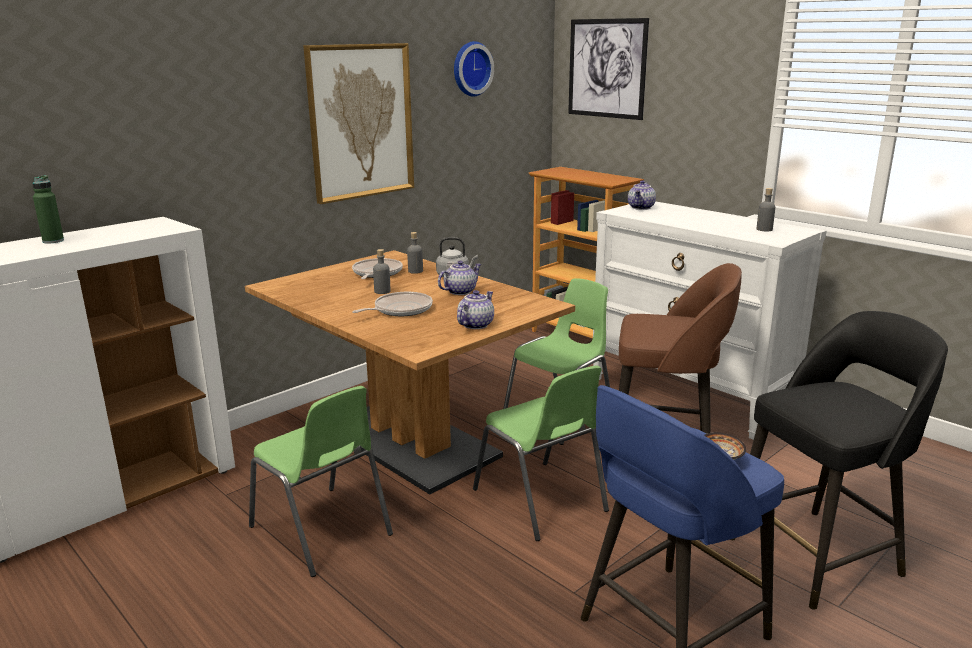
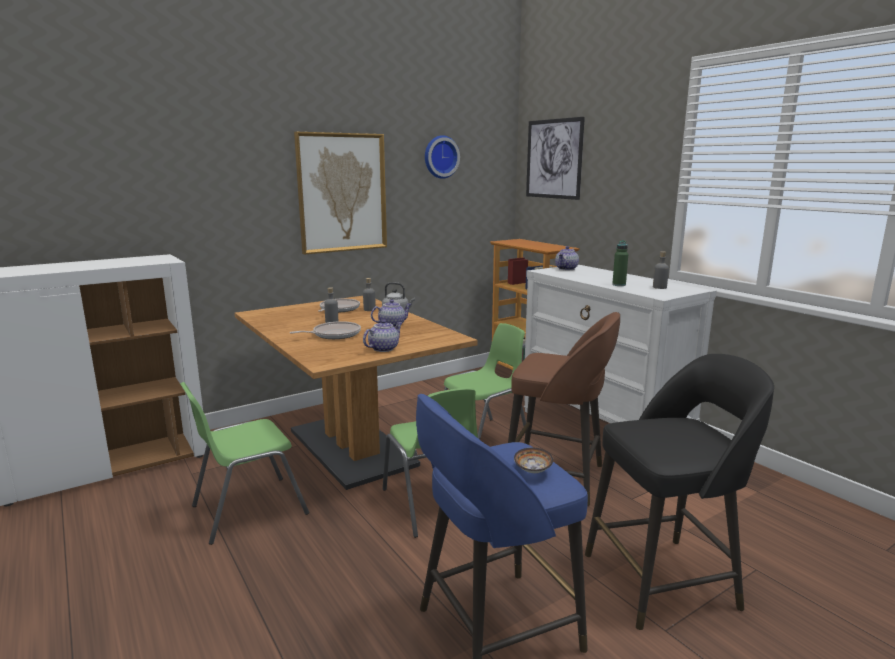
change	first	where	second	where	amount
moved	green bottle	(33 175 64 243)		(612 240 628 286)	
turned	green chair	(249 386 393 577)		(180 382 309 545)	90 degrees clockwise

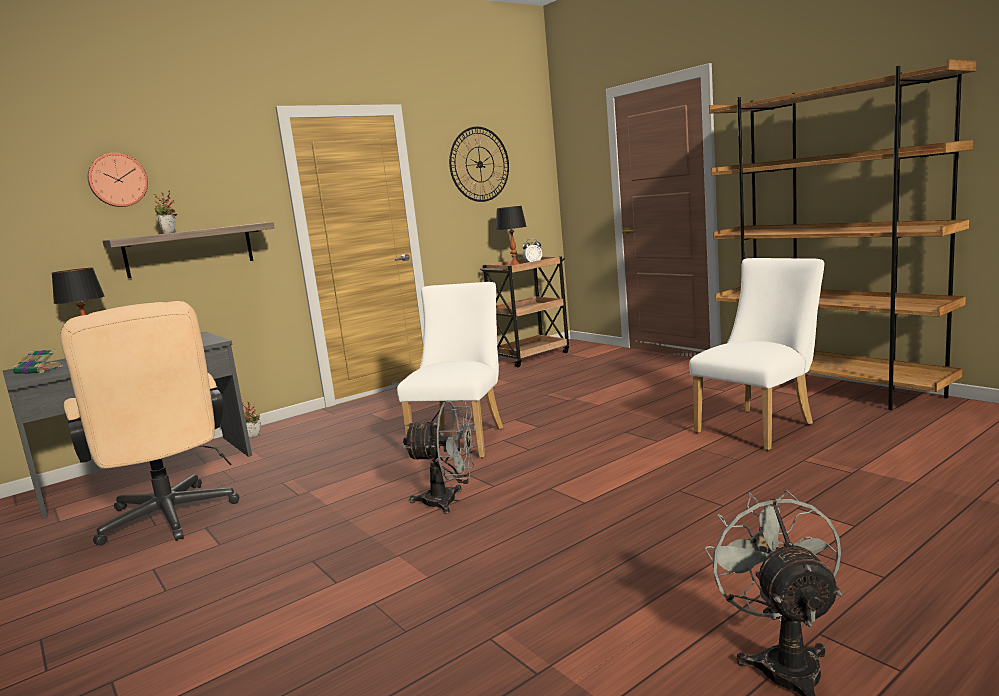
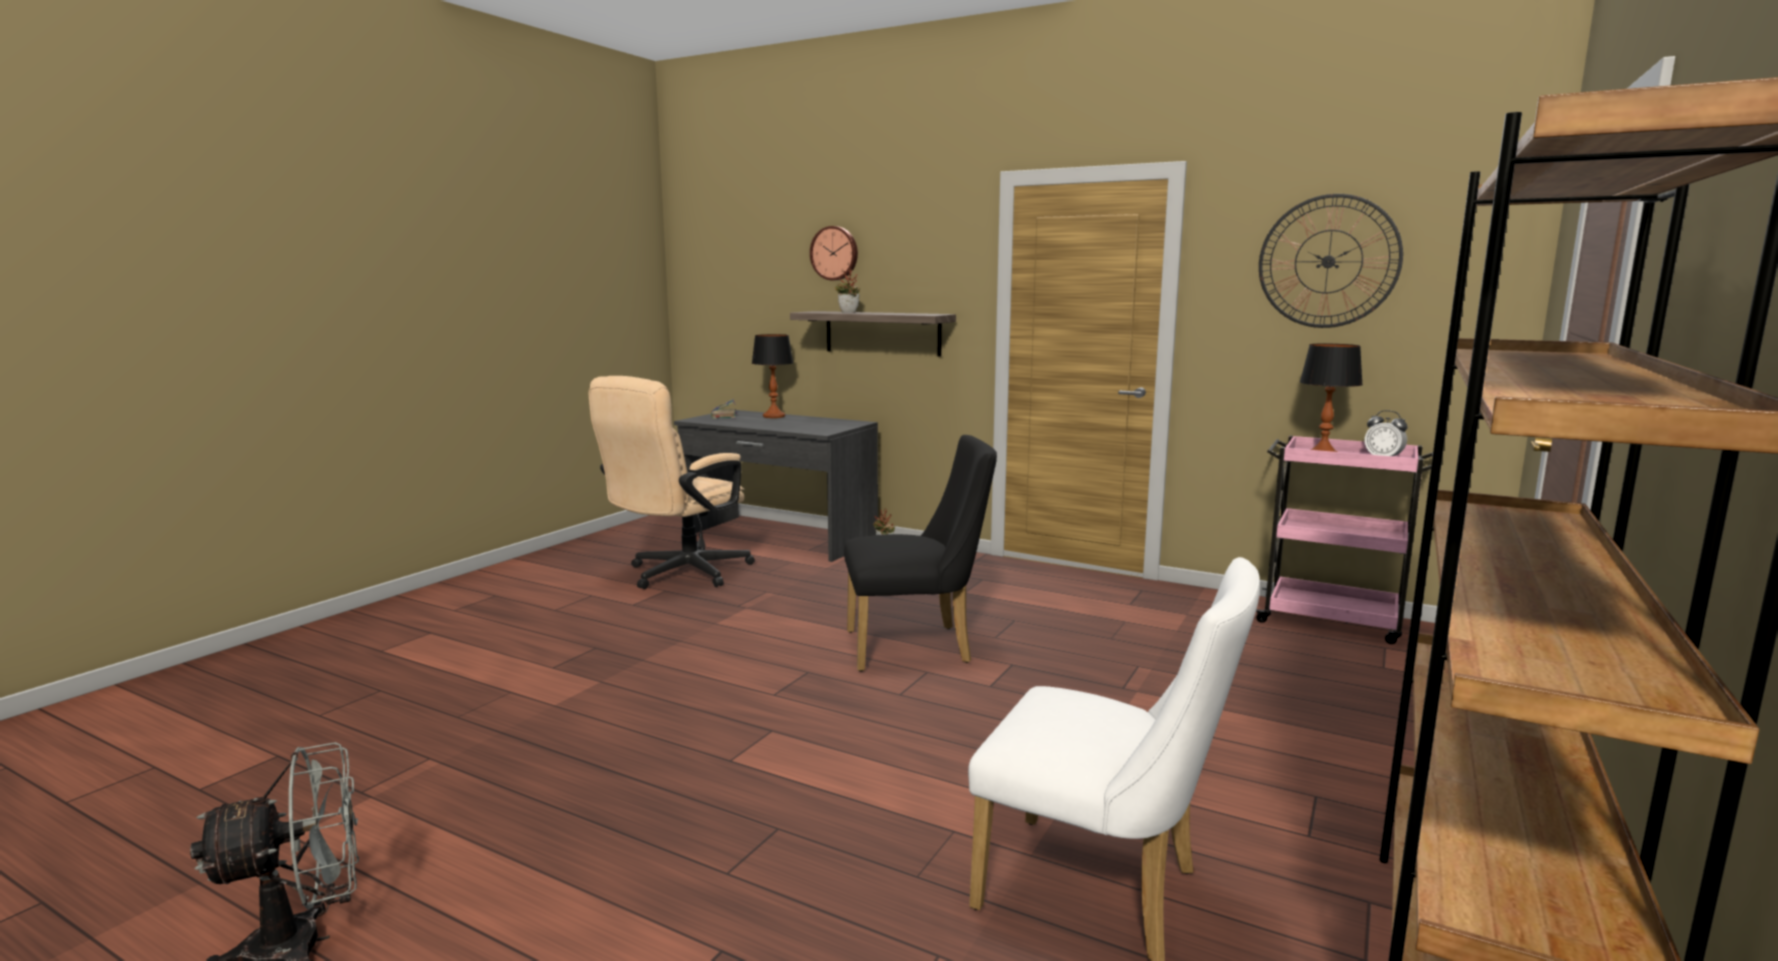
change	first	where	second	where	amount
removed	grey fan	(403 400 476 514)			
recoloured	white chair	(397 282 503 458)	black chair	(844 435 997 672)	
recoloured	brown cart	(480 256 569 367)	pink cart	(1256 435 1433 644)	

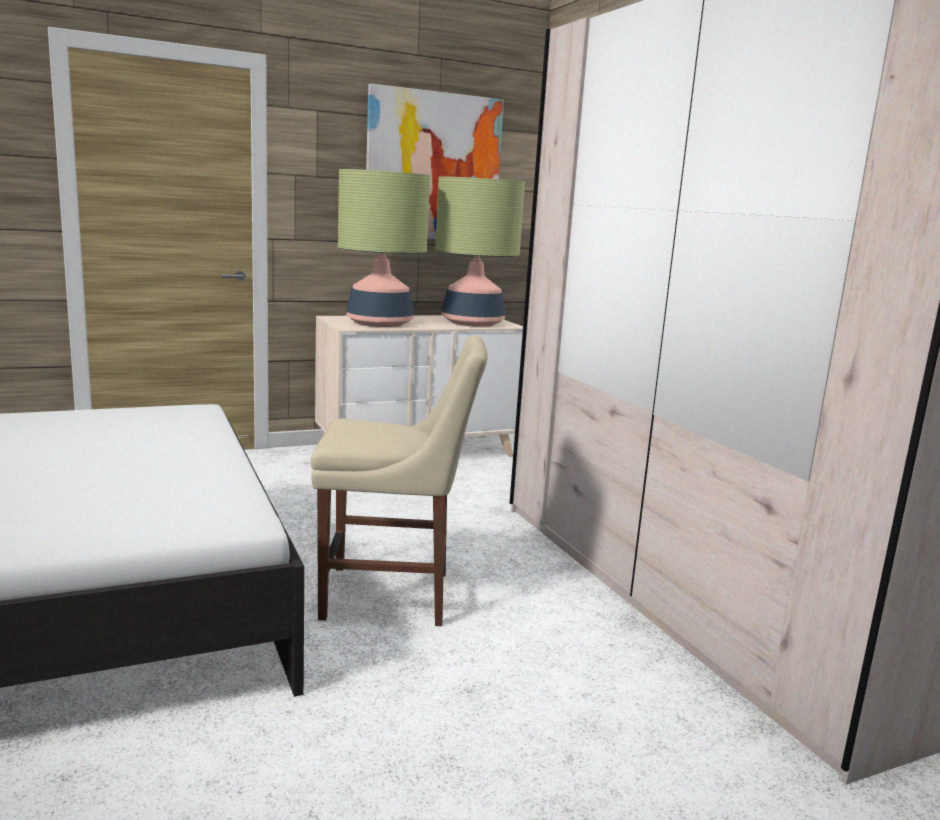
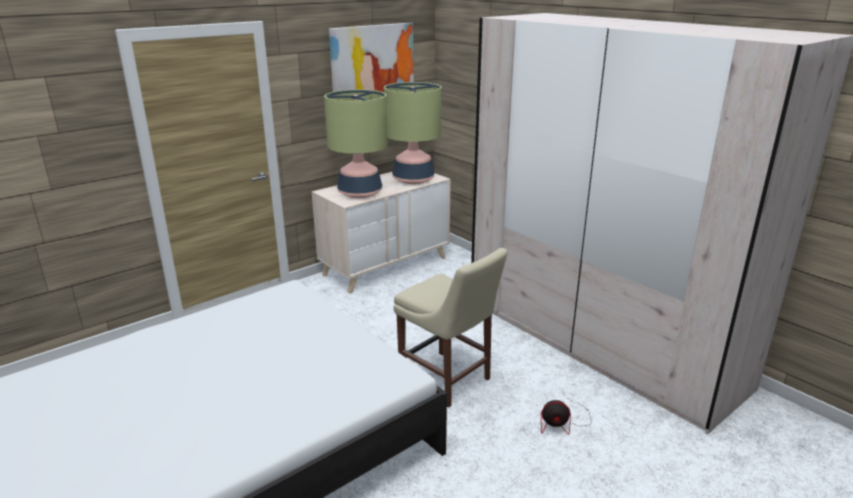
change	first	where	second	where	amount
added			fan	(541 389 591 435)	
turned	beige chair	(311 336 487 626)		(394 248 508 408)	60 degrees clockwise

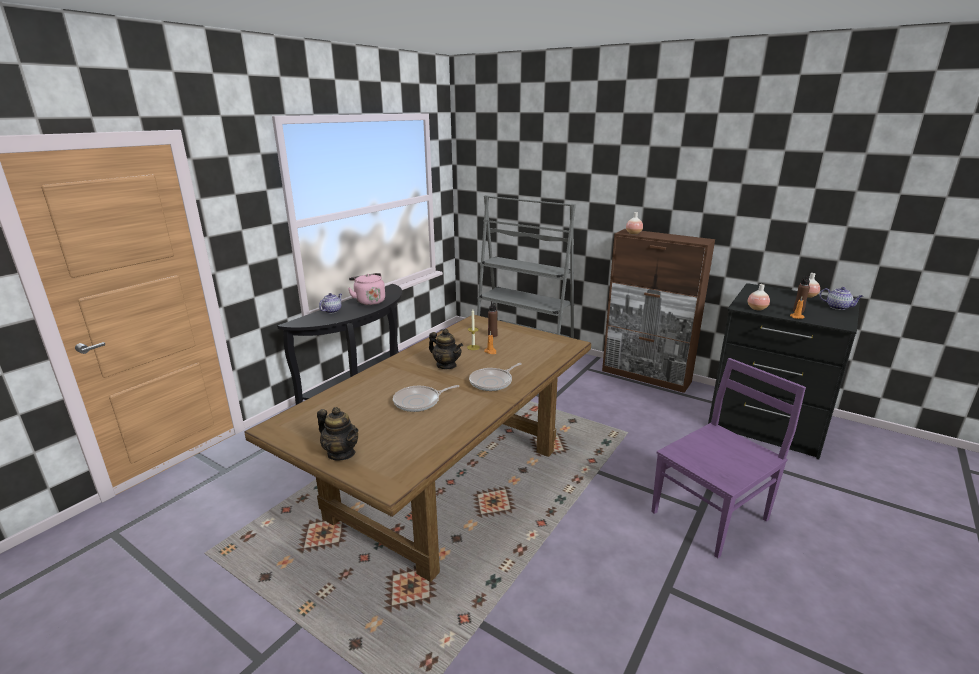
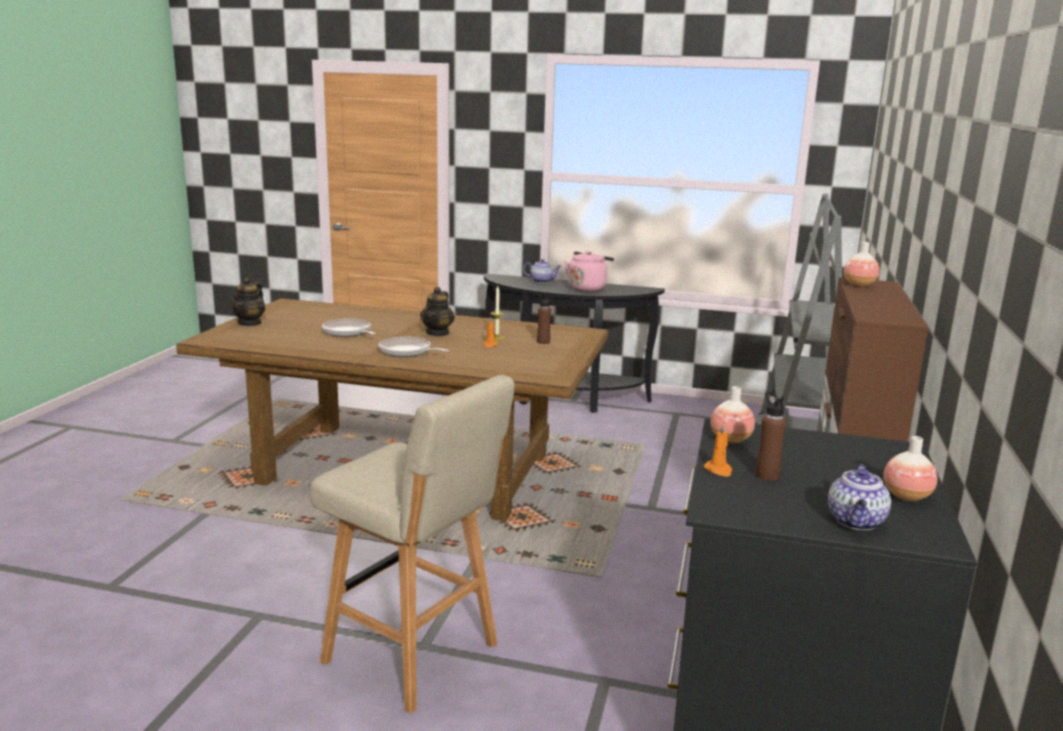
change	first	where	second	where	amount
replaced	purple chair	(651 358 806 558)	beige stool	(310 375 514 714)	

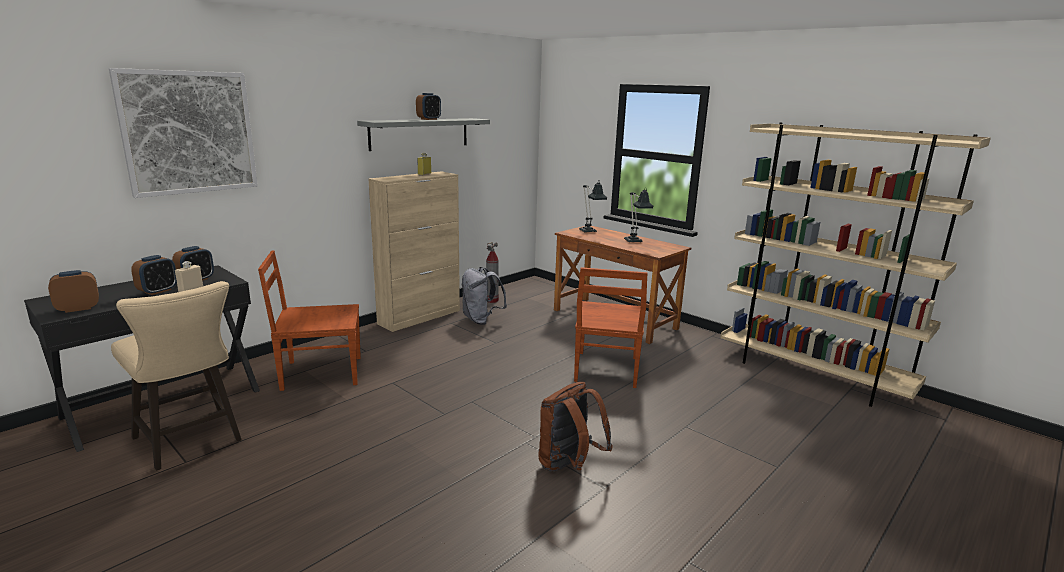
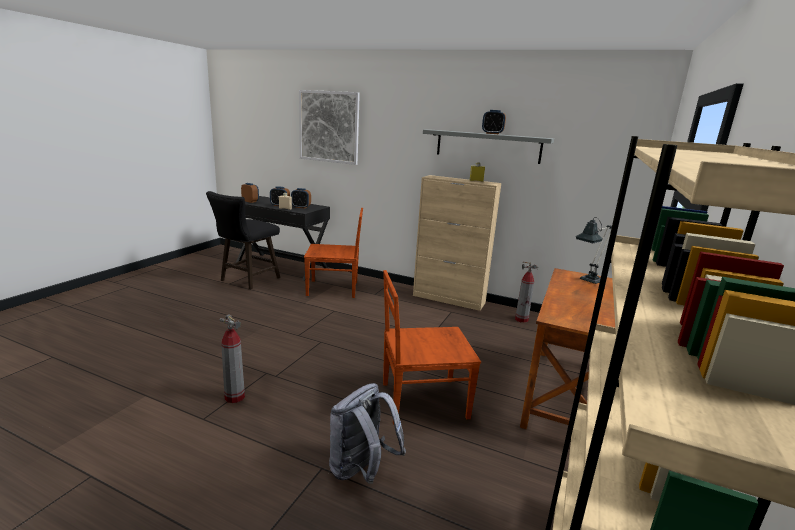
change	first	where	second	where	amount
removed	table lamp	(624 187 654 242)			
moved	grey backpack	(462 267 507 325)		(329 383 406 484)	
replaced	brown backpack	(538 382 613 471)	fire extinguisher	(220 314 245 403)	
recoloured	beige stool	(111 281 242 470)	black stool	(206 191 280 289)	
turned	brown chair	(258 250 361 391)		(304 208 363 298)	120 degrees clockwise

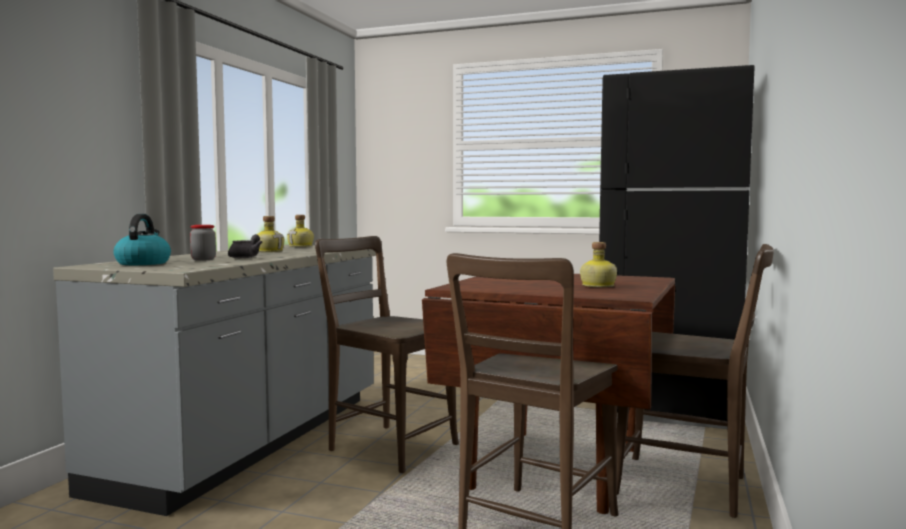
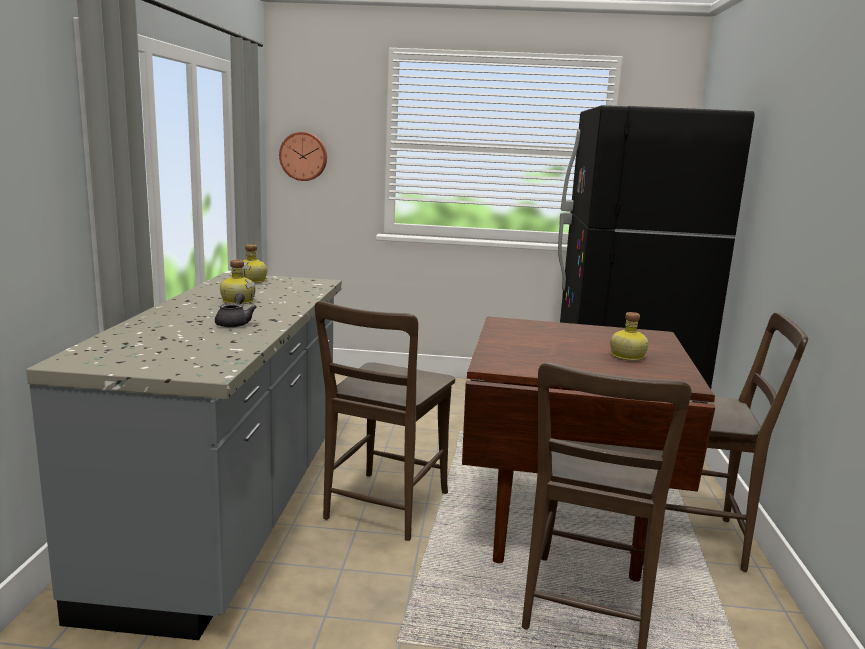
change	first	where	second	where	amount
removed	kettle	(113 214 171 265)			
removed	jar	(190 225 216 261)			
added			wall clock	(279 132 327 181)	
turned	brown chair	(315 236 459 473)		(315 301 455 541)	90 degrees counterclockwise

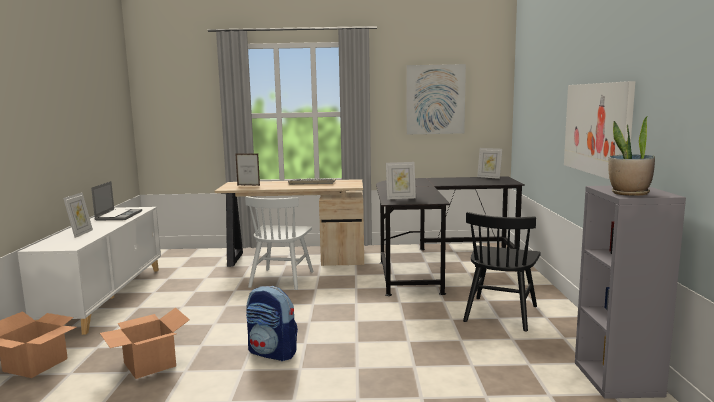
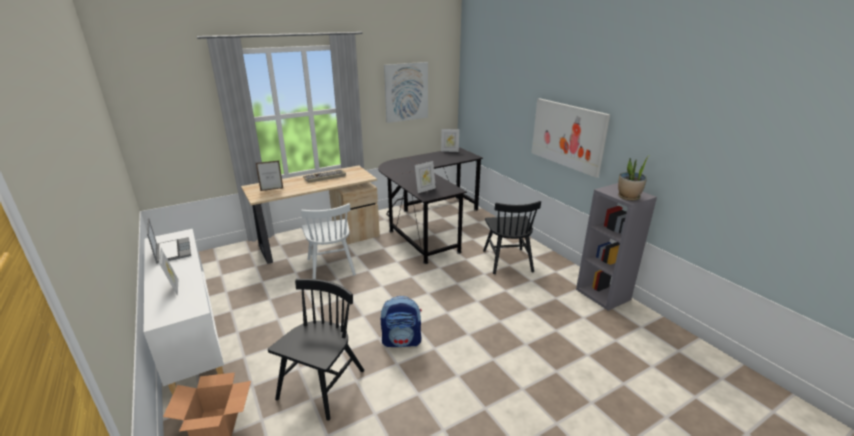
change	first	where	second	where	amount
replaced	cardboard box	(100 307 190 379)	black chair	(268 279 364 421)	

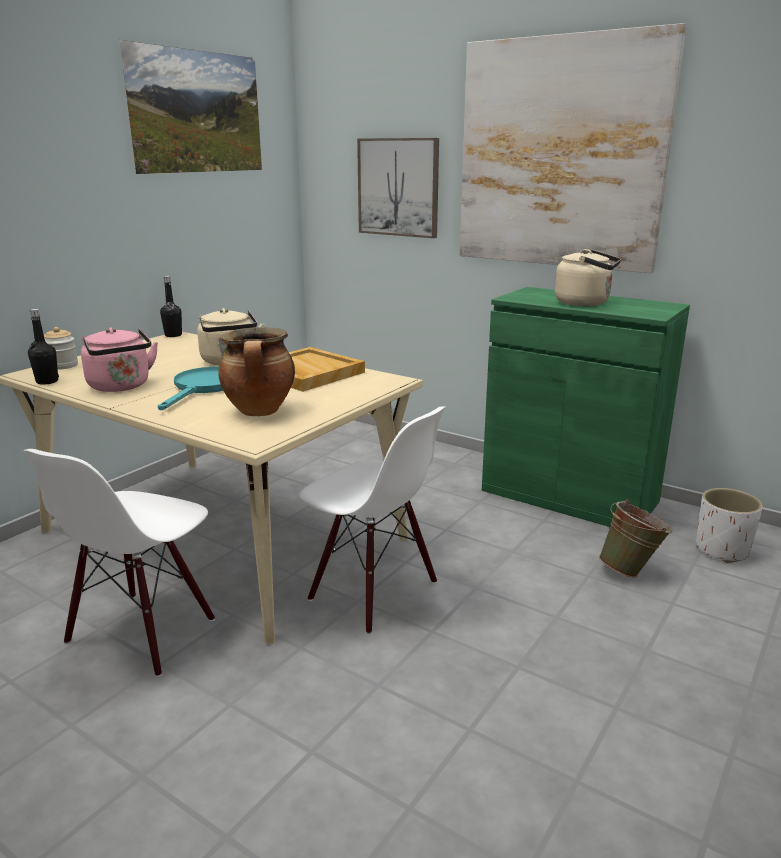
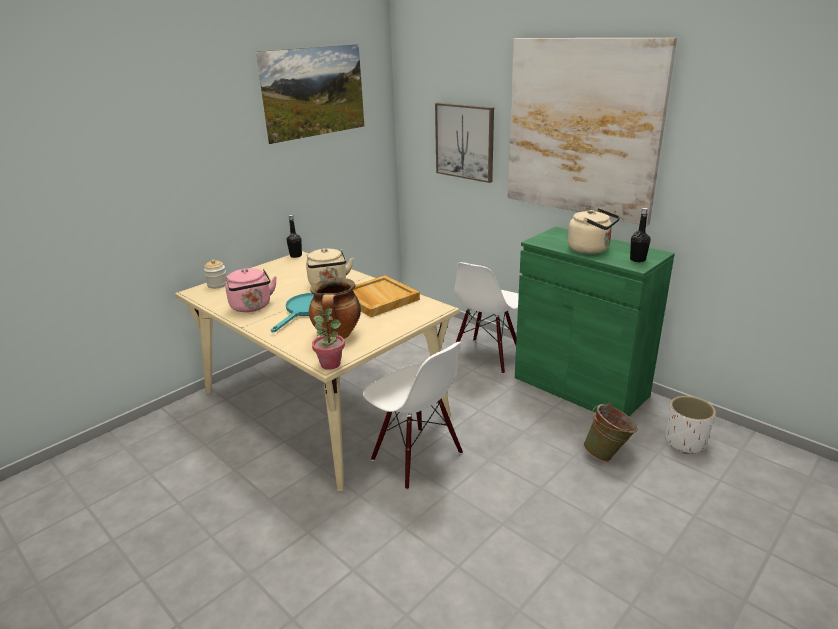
change	first	where	second	where	amount
added			potted plant	(312 308 345 370)	
moved	white chair	(24 449 215 677)		(454 262 519 374)	
moved	black bottle	(28 309 59 385)		(630 208 651 262)	

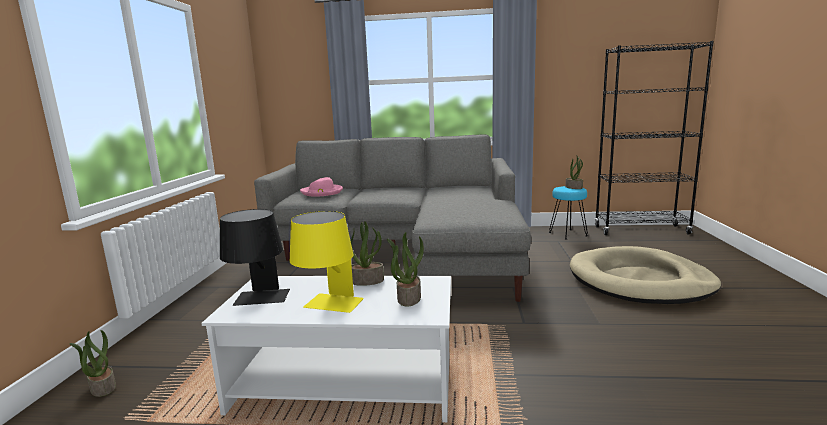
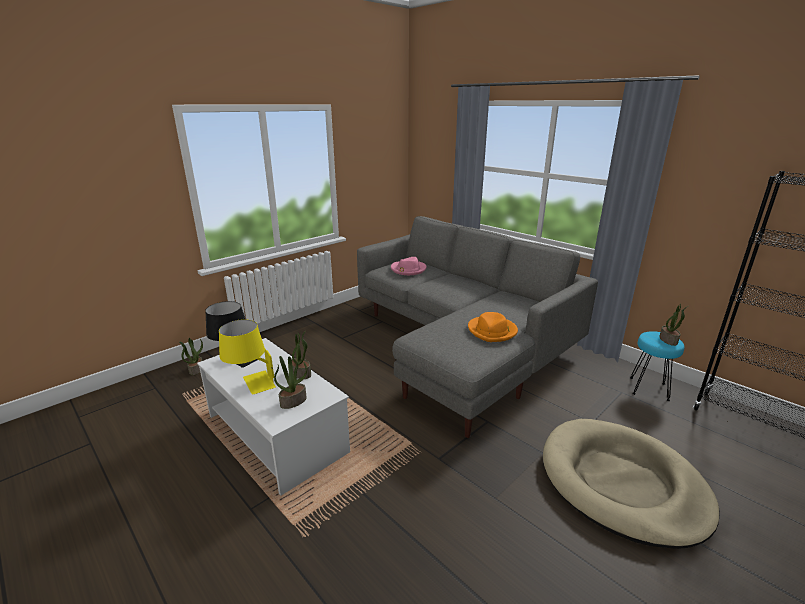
change	first	where	second	where	amount
added			orange hat	(468 312 518 342)	

